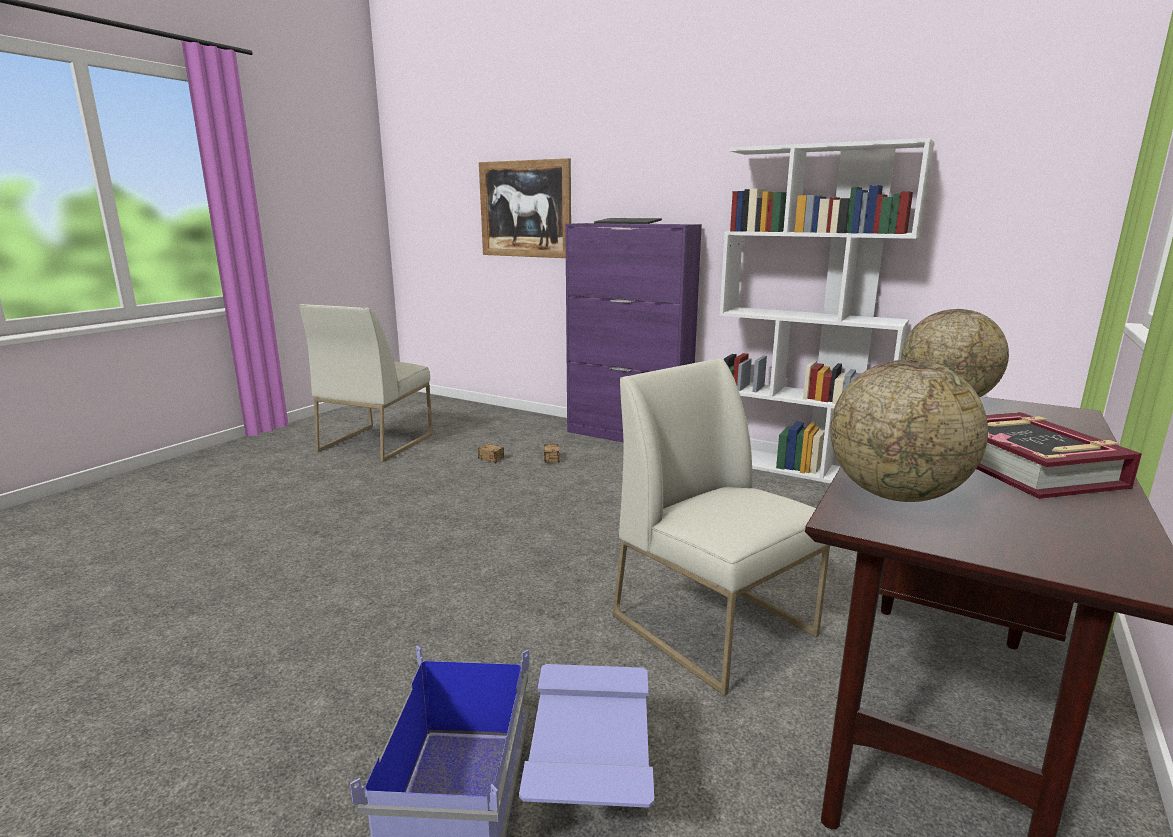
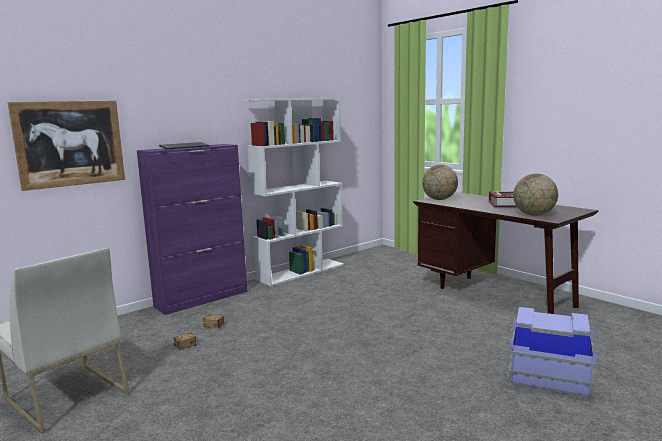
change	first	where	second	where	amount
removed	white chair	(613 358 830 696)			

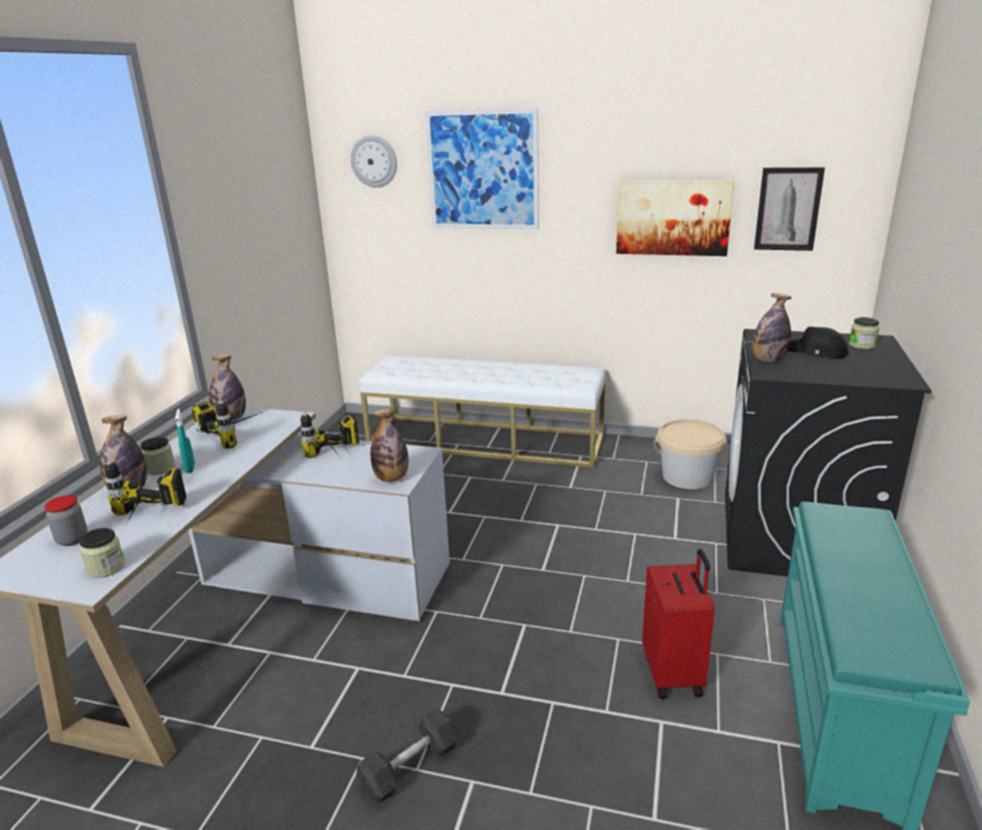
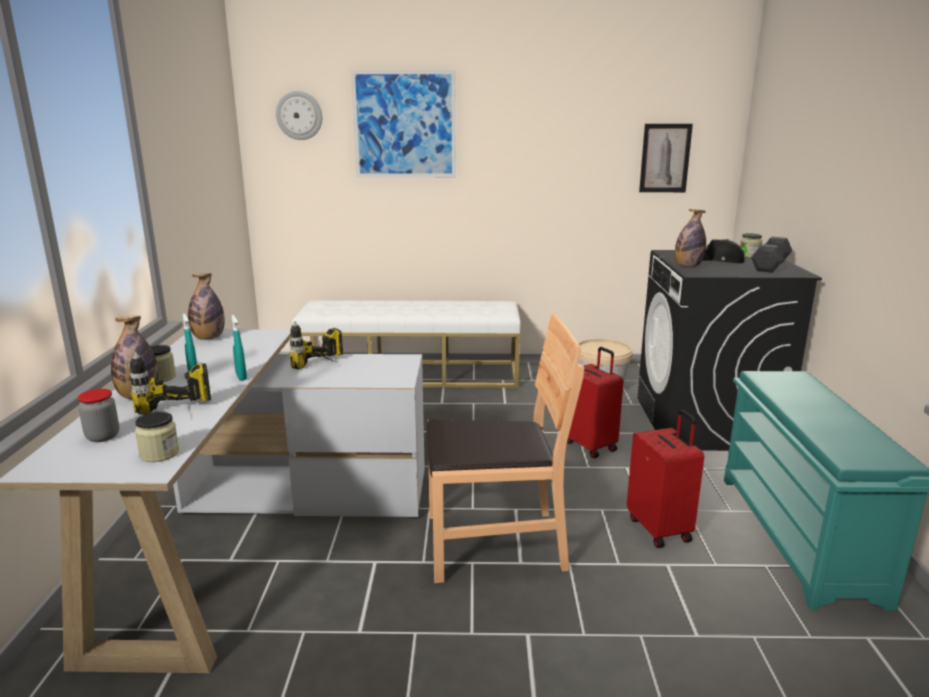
change	first	where	second	where	amount
removed	power drill	(192 398 262 449)			
removed	bottle	(370 409 408 482)			
removed	picture	(616 180 734 256)			
added			turquoise spray bottle	(231 315 247 381)	
added			brown chair	(427 313 584 583)	
added			red suitcase	(567 347 624 458)	
moved	black dumbbell	(357 708 458 803)		(751 236 793 273)	

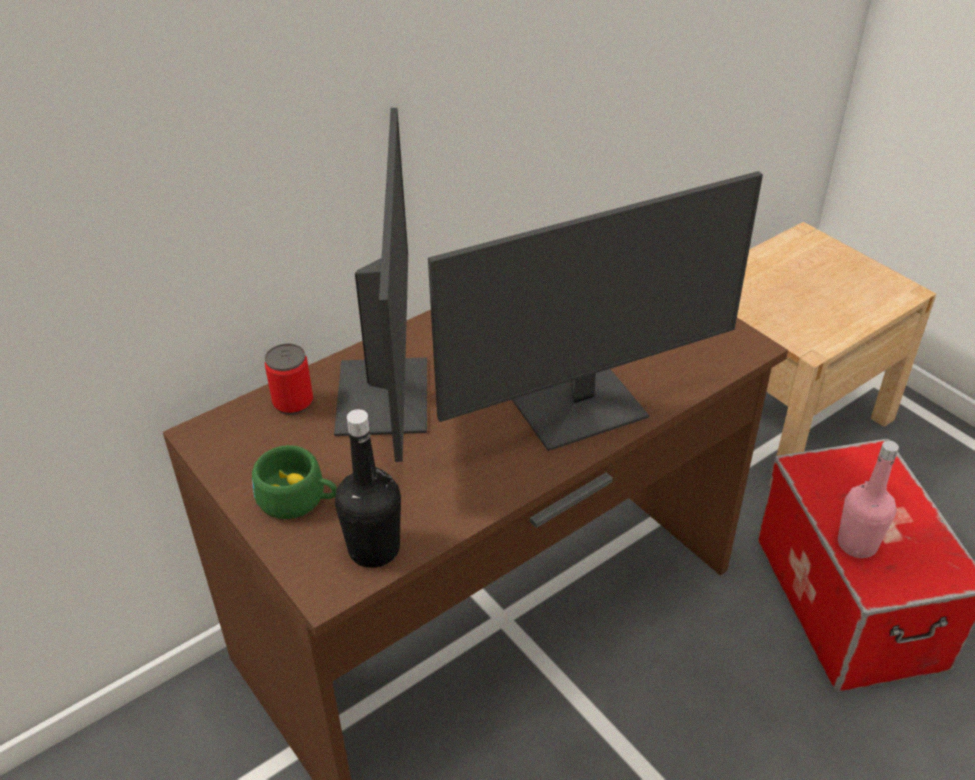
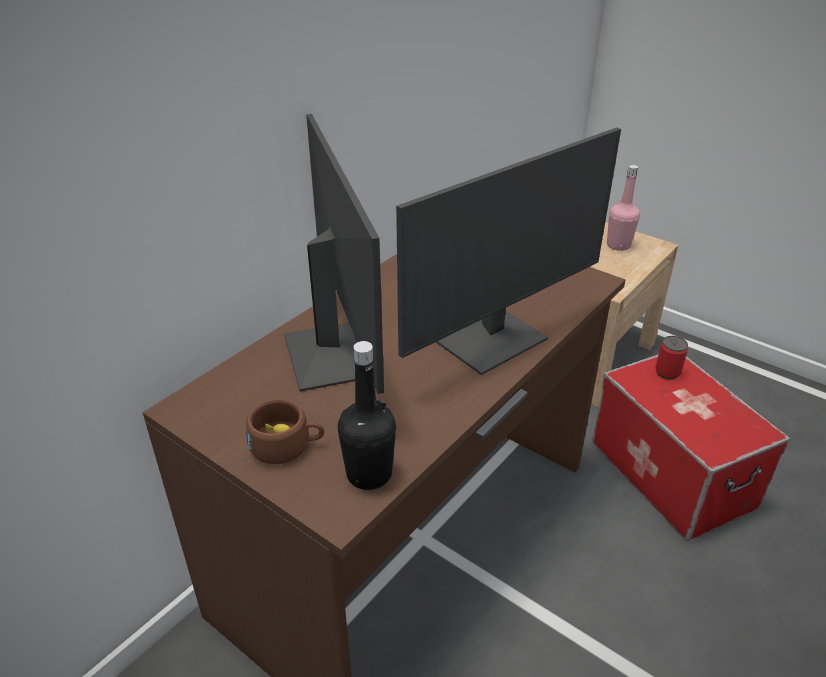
change	first	where	second	where	amount
moved	can	(265 344 313 415)		(655 336 688 380)	
moved	pink bottle	(838 440 899 558)		(607 165 640 251)	
recoloured	green cup	(252 445 337 519)	brown cup	(246 399 324 464)	

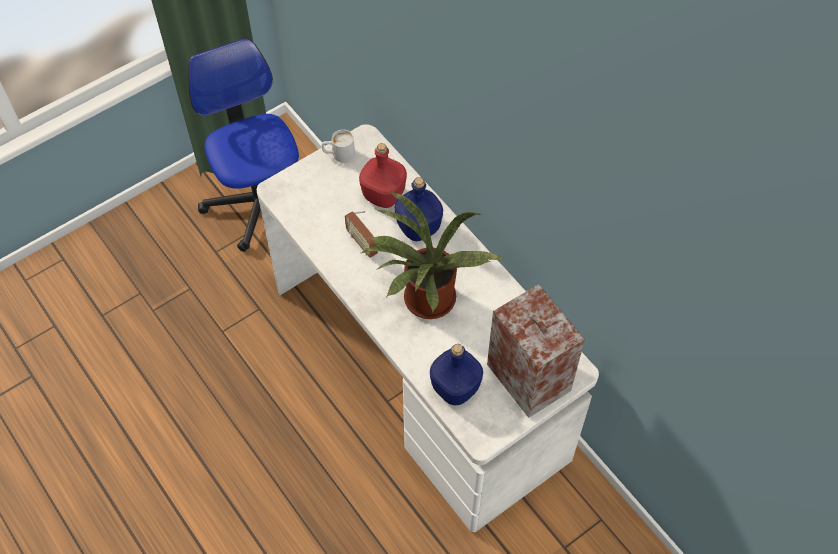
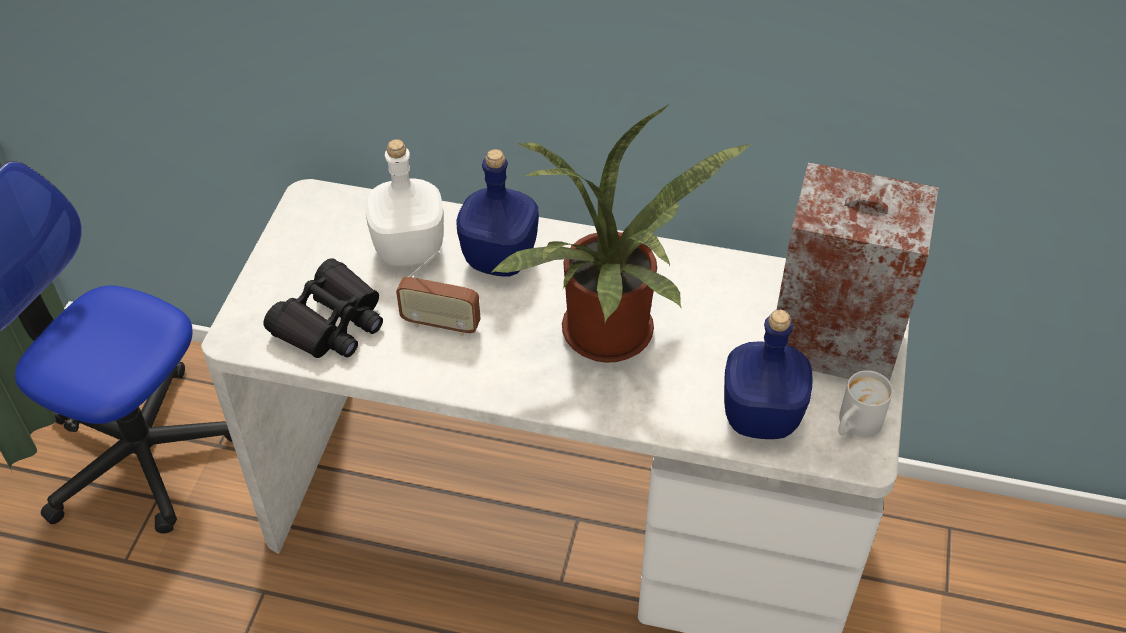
change	first	where	second	where	amount
added			black binoculars	(263 258 383 358)	
moved	white mug	(322 130 355 163)		(838 370 893 437)	
recoloured	red bottle	(359 143 407 208)	white bottle	(365 139 444 266)	

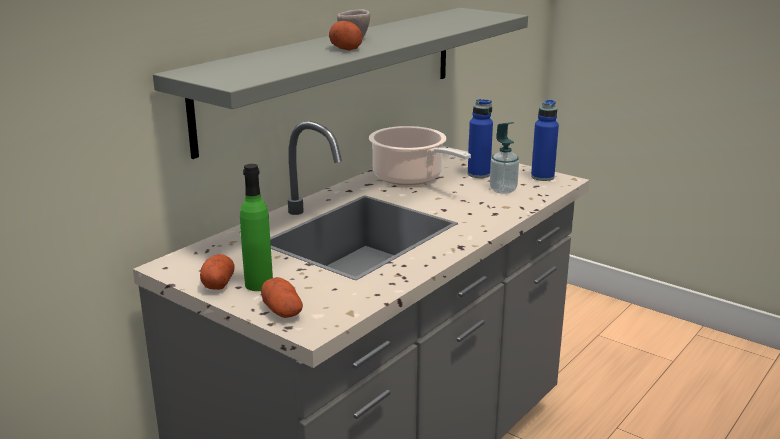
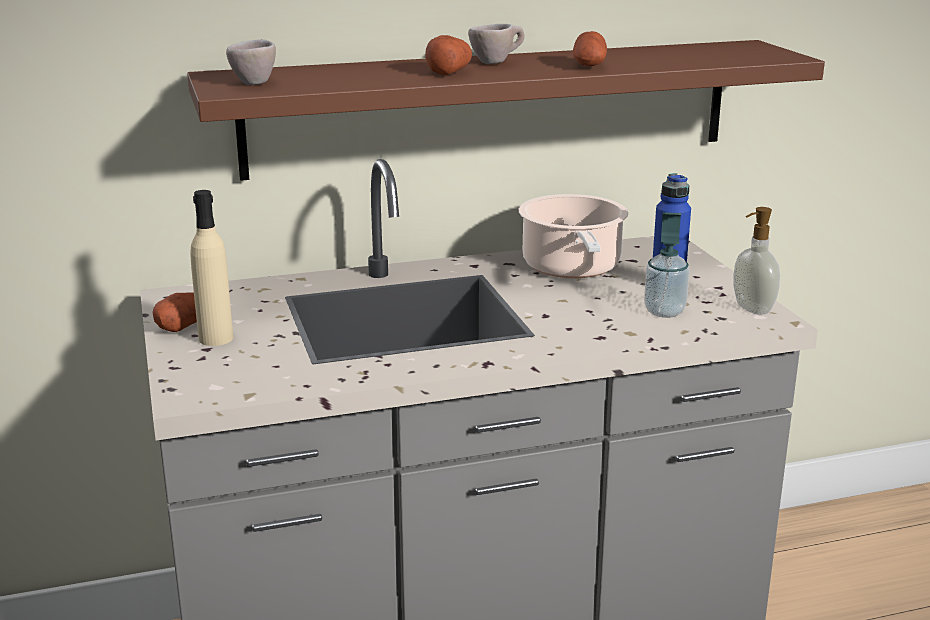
change	first	where	second	where	amount
added			beige cup	(226 39 276 85)	
moved	potato	(261 277 303 318)		(573 31 607 66)	
replaced	blue bottle	(531 100 559 181)	soap dispenser	(733 207 780 315)	
recoloured	grey shelf	(153 8 528 159)	brown shelf	(187 40 825 181)	
recoloured	green bottle	(240 164 273 291)	beige bottle	(190 190 234 346)	

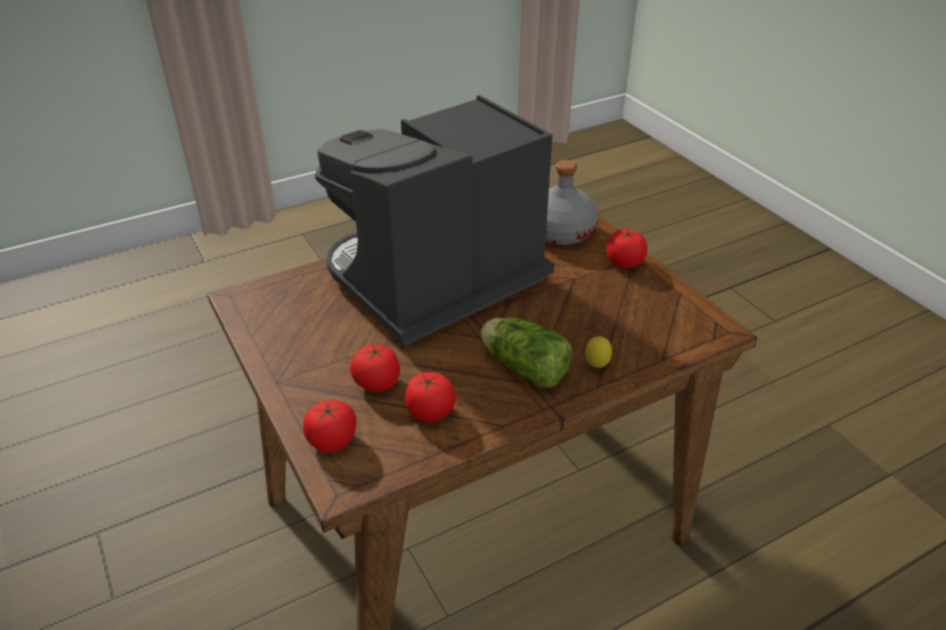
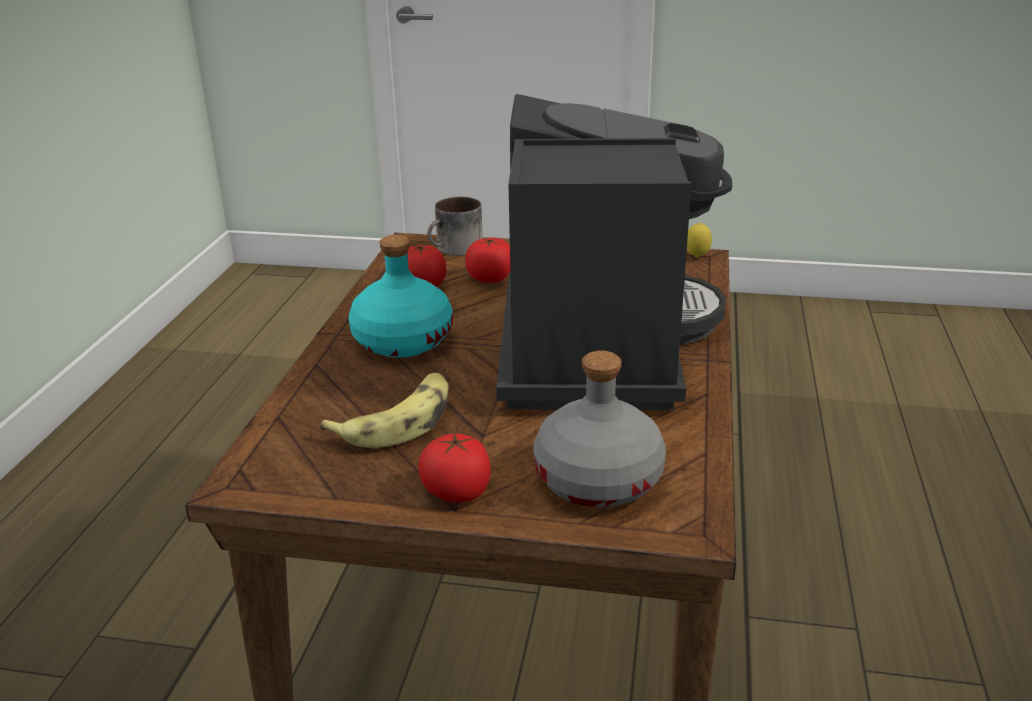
change	first	where	second	where	amount
added			banana	(320 373 449 448)	
moved	lemon	(585 336 612 368)		(687 222 712 258)	
replaced	tomato	(303 400 356 452)	mug	(427 197 483 256)	
replaced	lettuce	(481 317 573 387)	turquoise bottle	(349 234 453 358)	

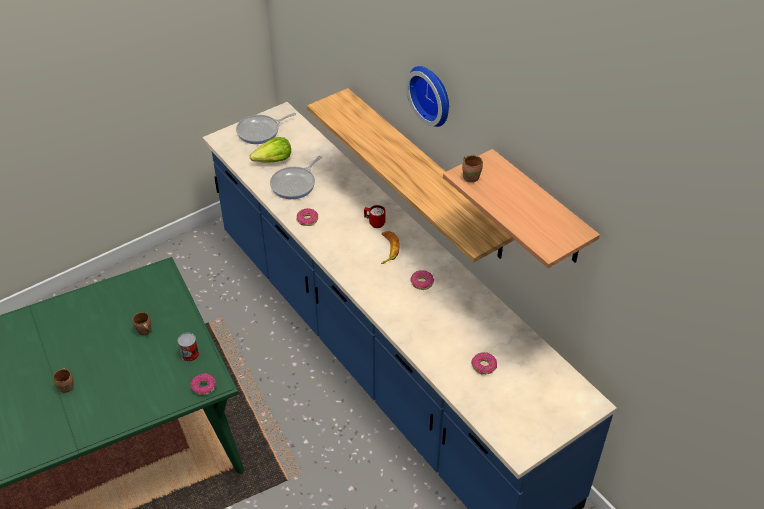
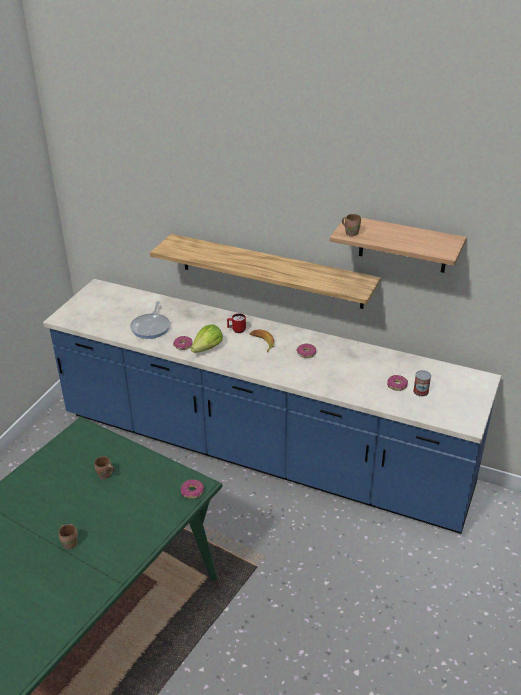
change	first	where	second	where	amount
removed	frying pan	(236 113 296 144)			
removed	wall clock	(406 66 449 127)			
moved	can	(178 333 199 362)		(413 370 431 397)	
moved	lettuce	(250 137 291 163)		(191 324 223 353)	

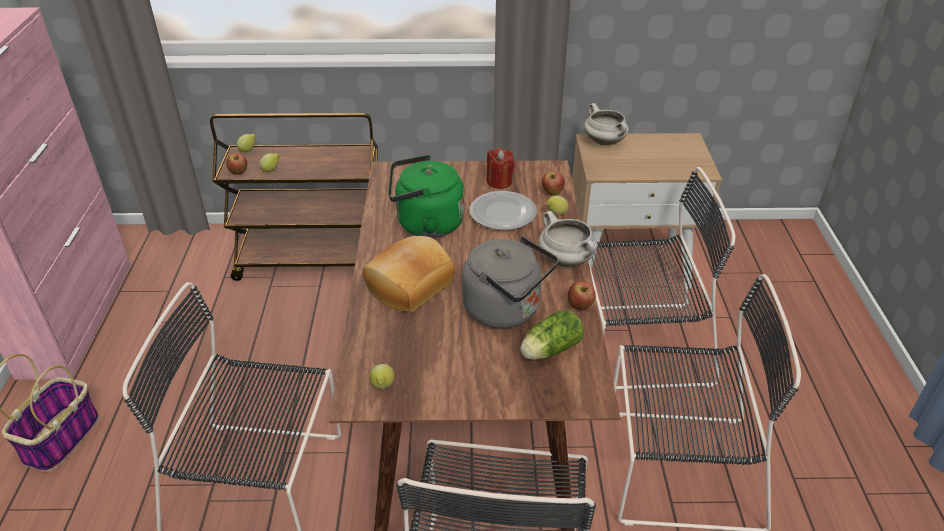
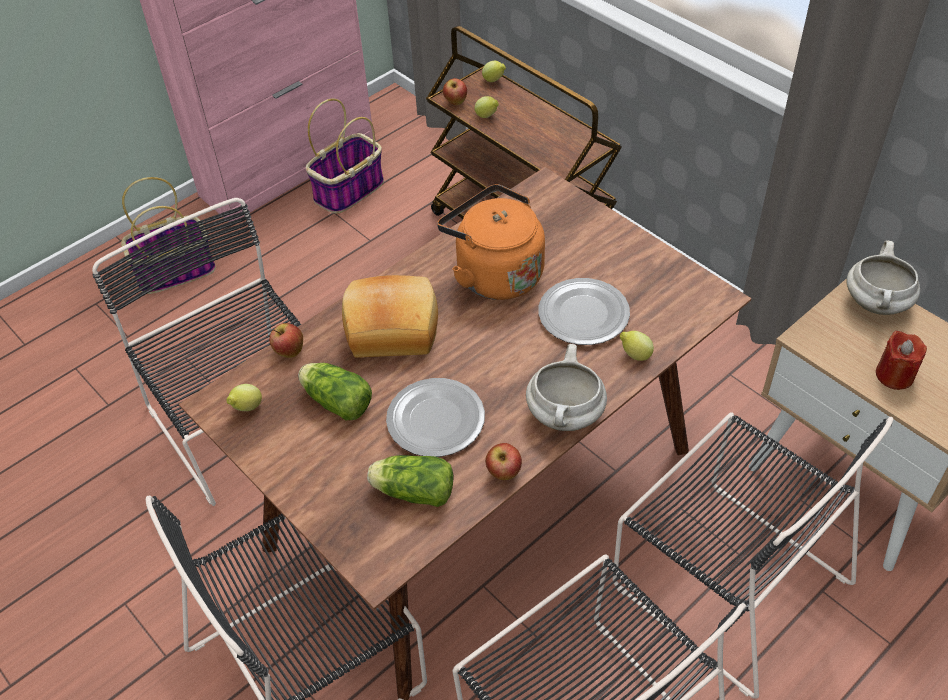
change	first	where	second	where	amount
added			lettuce	(298 363 372 420)	
added			basket	(305 98 384 214)	
moved	red candle	(486 148 515 189)		(876 331 927 390)	
moved	apple	(542 171 565 195)		(269 323 303 358)	
replaced	grey kettle	(462 236 558 328)	plate	(386 378 485 457)	
recoloured	green kettle	(388 155 465 238)	orange kettle	(437 184 545 300)	

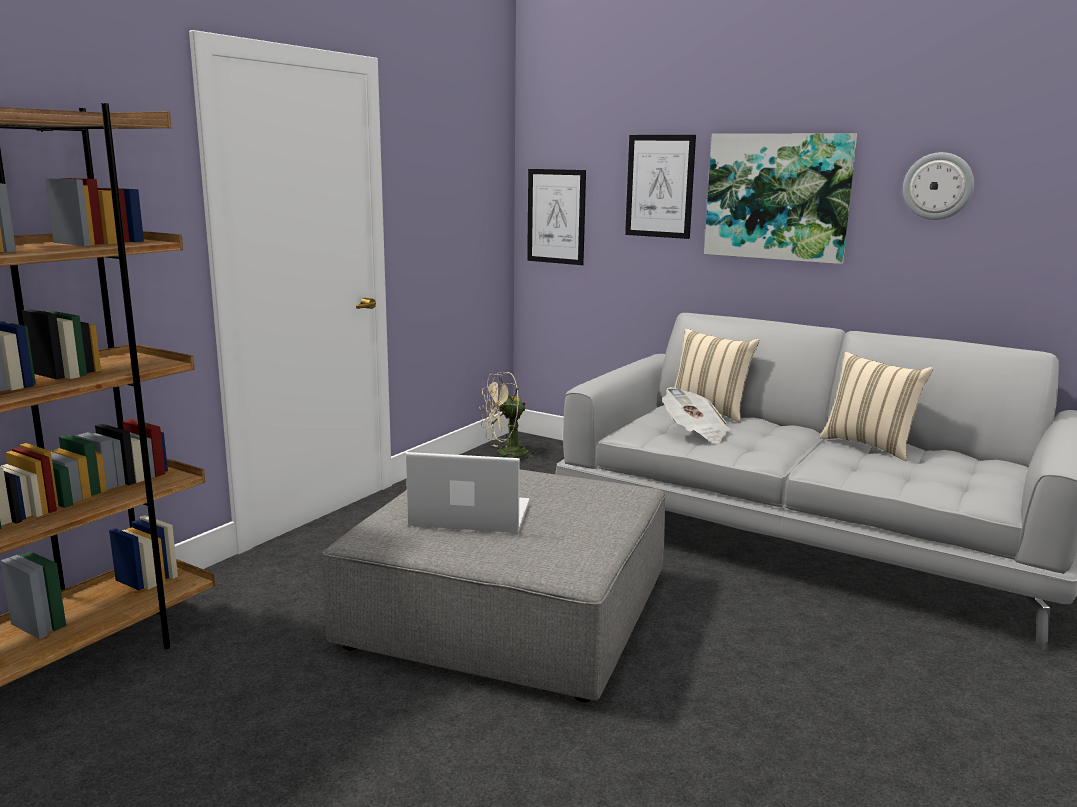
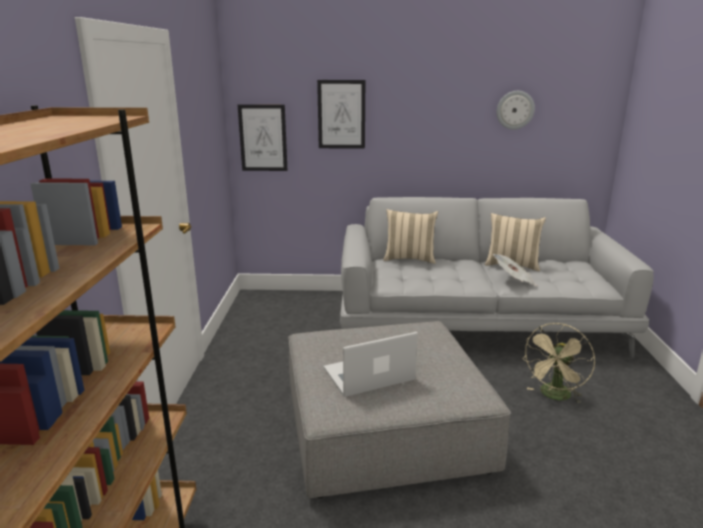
change	first	where	second	where	amount
removed	picture	(704 133 857 264)			
moved	beige fan	(479 372 539 461)		(522 323 595 403)	
moved	newspaper	(662 387 731 443)		(493 254 537 286)	

